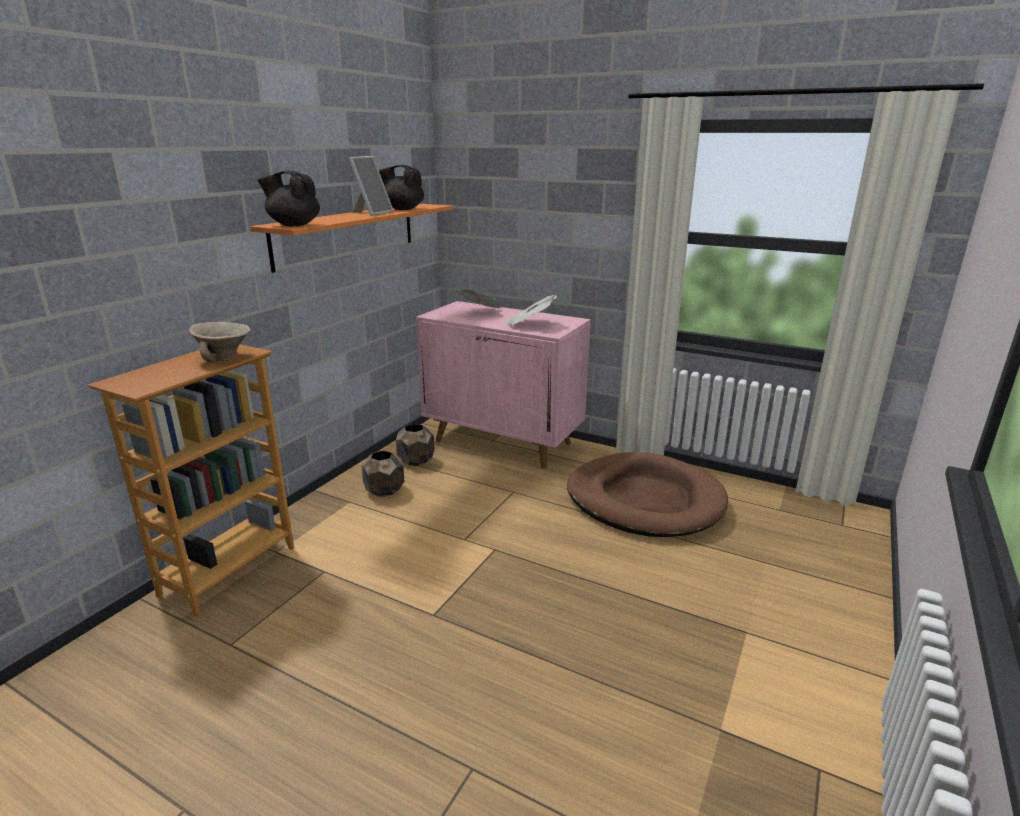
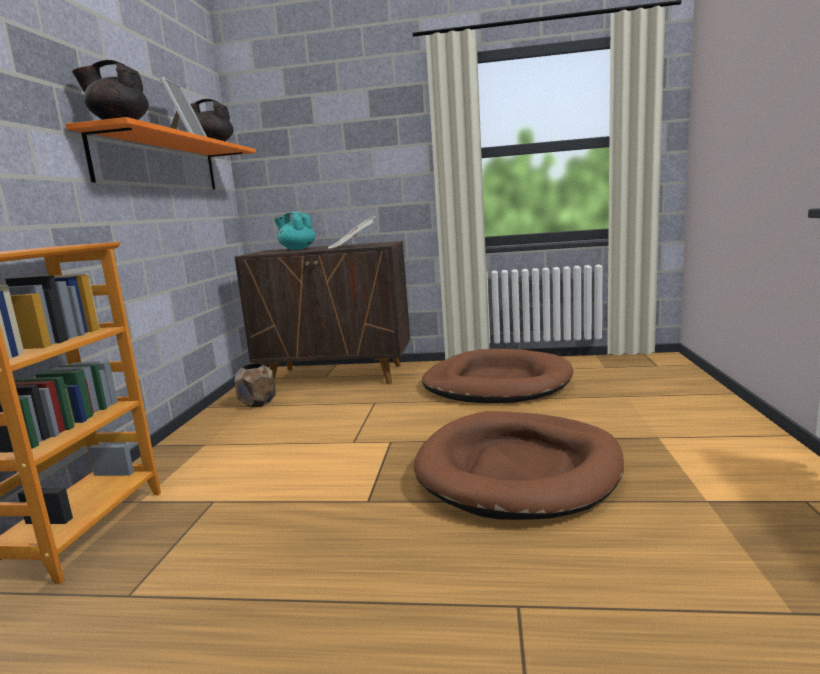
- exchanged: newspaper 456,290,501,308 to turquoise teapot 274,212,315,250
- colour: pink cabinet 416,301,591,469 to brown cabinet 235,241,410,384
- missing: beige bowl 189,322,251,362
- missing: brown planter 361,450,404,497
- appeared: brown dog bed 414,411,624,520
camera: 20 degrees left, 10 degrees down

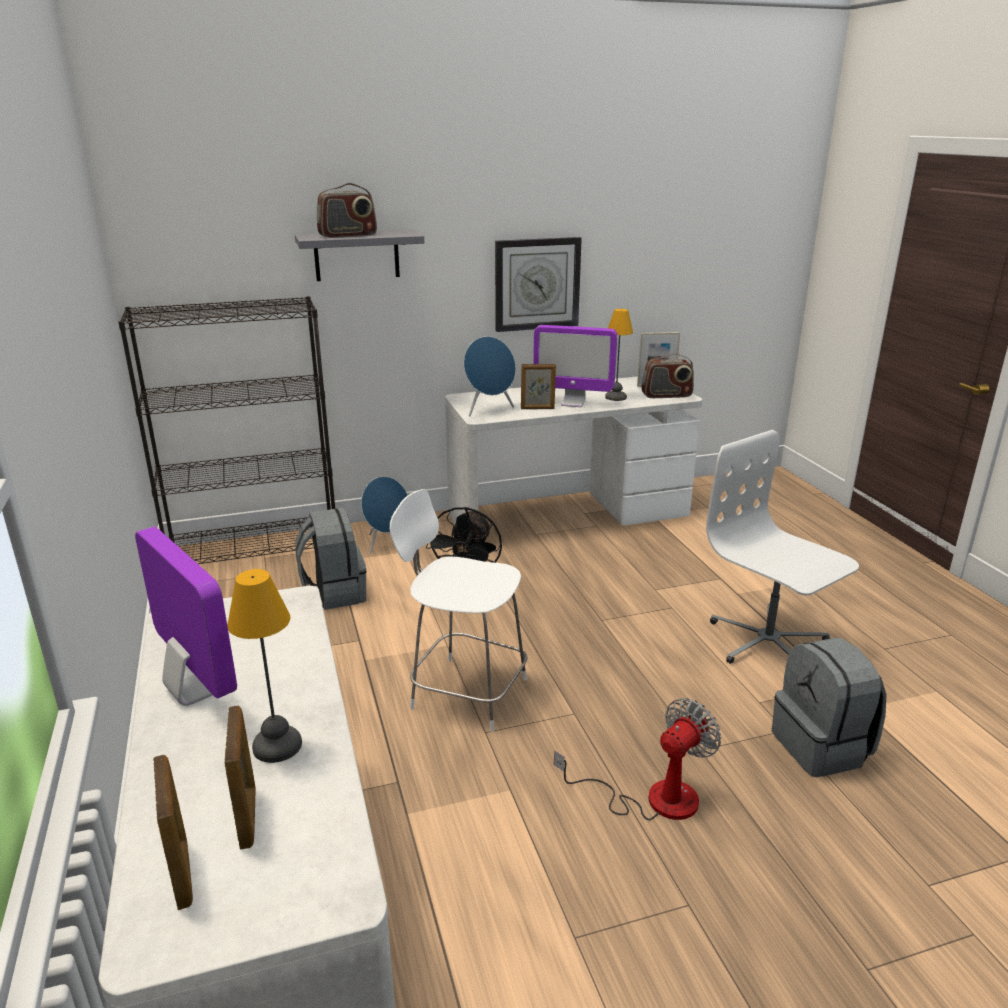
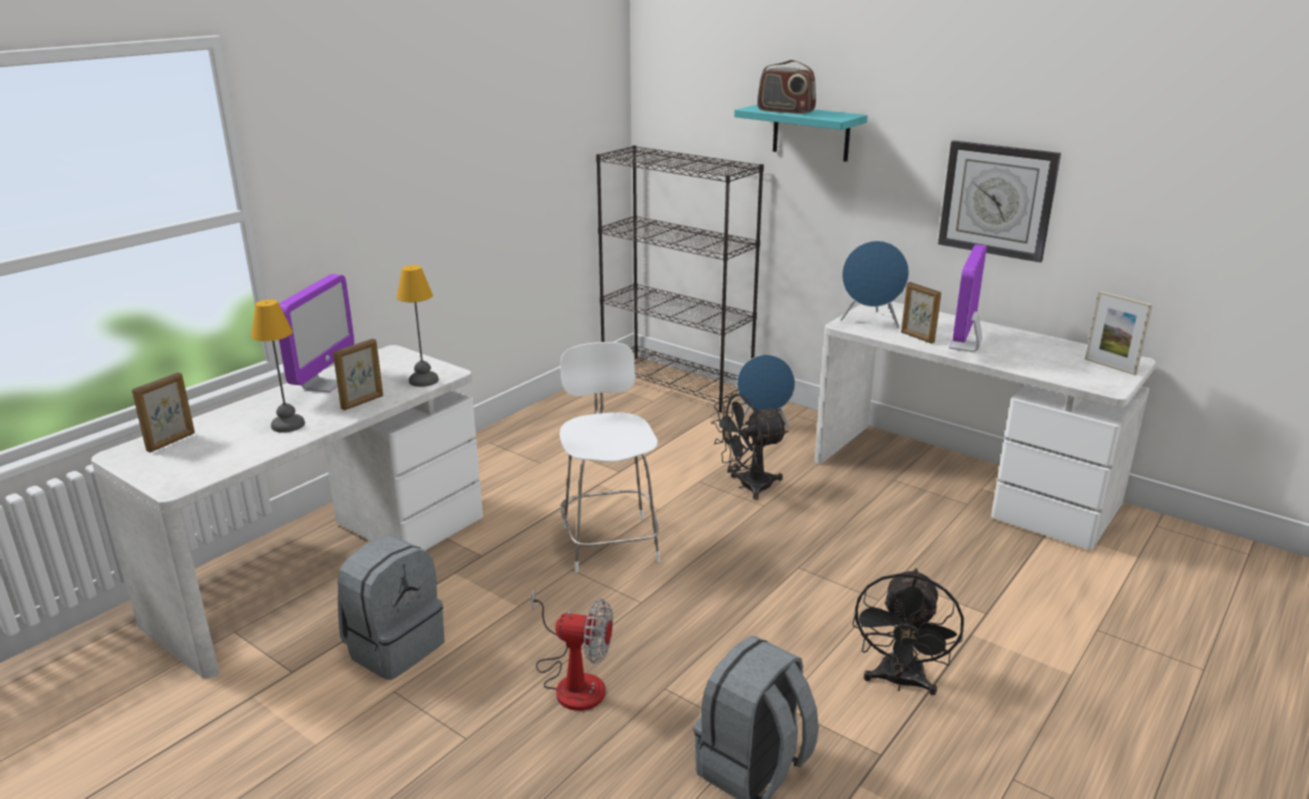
- colour: grey shelf 295,230,424,281 to turquoise shelf 734,105,868,162
- relocated: table lamp 605,309,633,401 to 397,265,439,387
- spun: monitor 533,325,617,407 = 949,244,987,352 45 degrees clockwise
- missing: radio 642,354,694,398
- exchanged: white office chair 706,430,859,664 to black fan 852,568,964,695
- relocated: grey backpack 296,508,366,610 to 337,535,445,680
- relocated: picture frame 224,706,256,850 to 333,339,383,410
camera: 55 degrees right, 0 degrees up

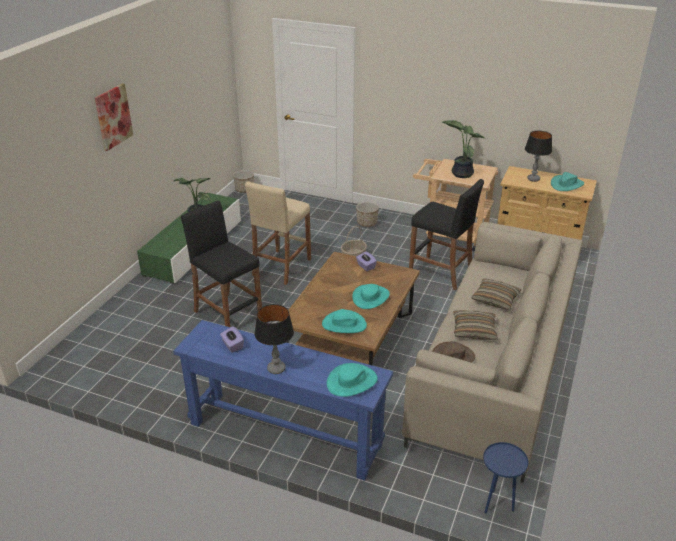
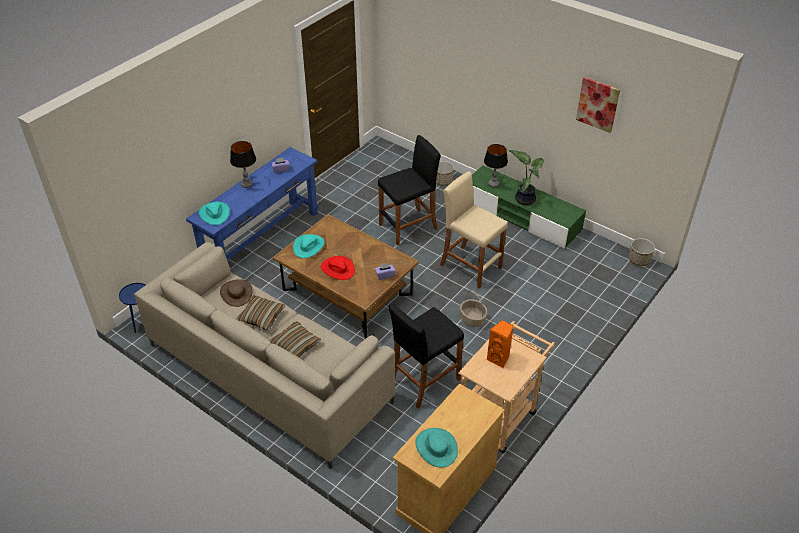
- relocated: picture 95,83,133,151 to 576,77,620,133
- exchanged: potted plant 442,120,484,178 to orange speaker 487,320,514,368
- relocated: table lamp 525,131,552,182 to 484,144,508,187
- relocated: planter 356,202,379,227 to 436,161,454,186
- colour: turquoise hat 352,284,390,309 to red hat 321,256,355,280
camera: 105 degrees right, 10 degrees up

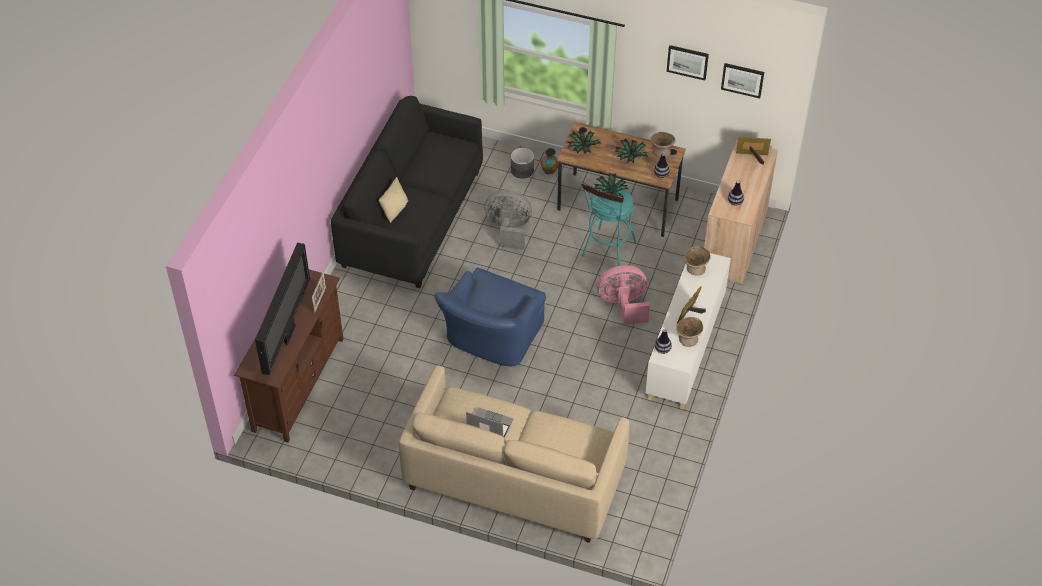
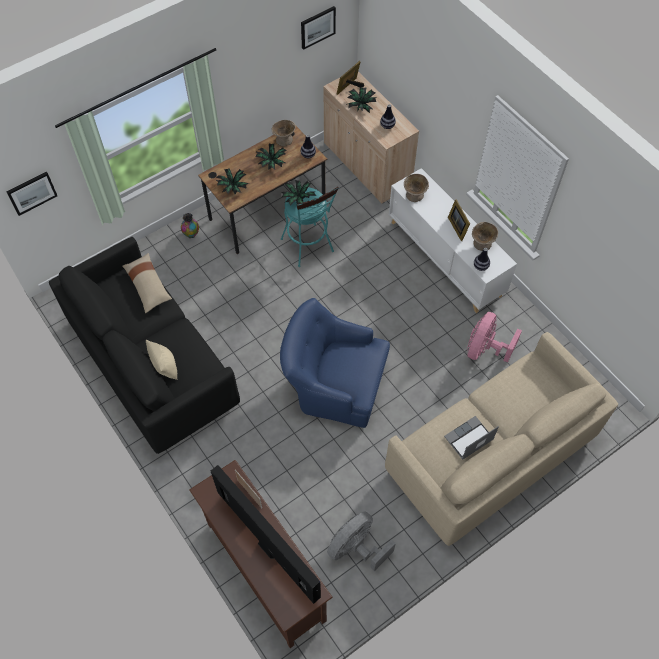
- relocated: picture 667,45,709,80 to 6,172,57,216
- missing: grey planter 511,148,534,179
- relocated: grey fan 484,190,532,250 to 327,511,396,571
- relocated: pink fan 597,265,650,325 to 468,312,522,363
- spun: blue armchair 434,268,546,367 = 280,298,390,428 135 degrees clockwise
- appeared: potted plant 346,87,377,113
- appeared: beige pillow 123,253,172,313
camera: 55 degrees left, 10 degrees up

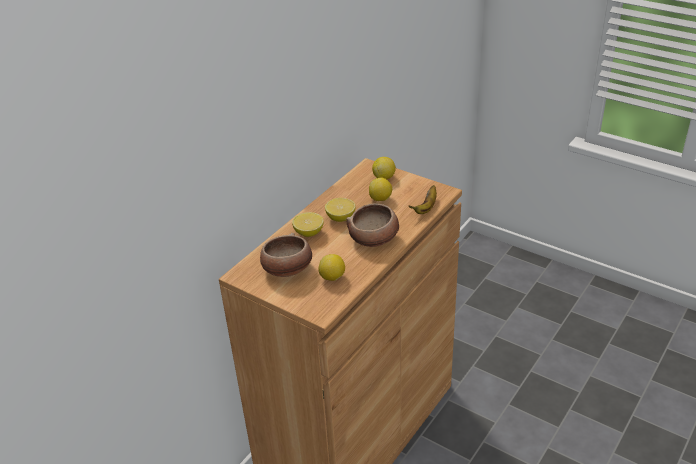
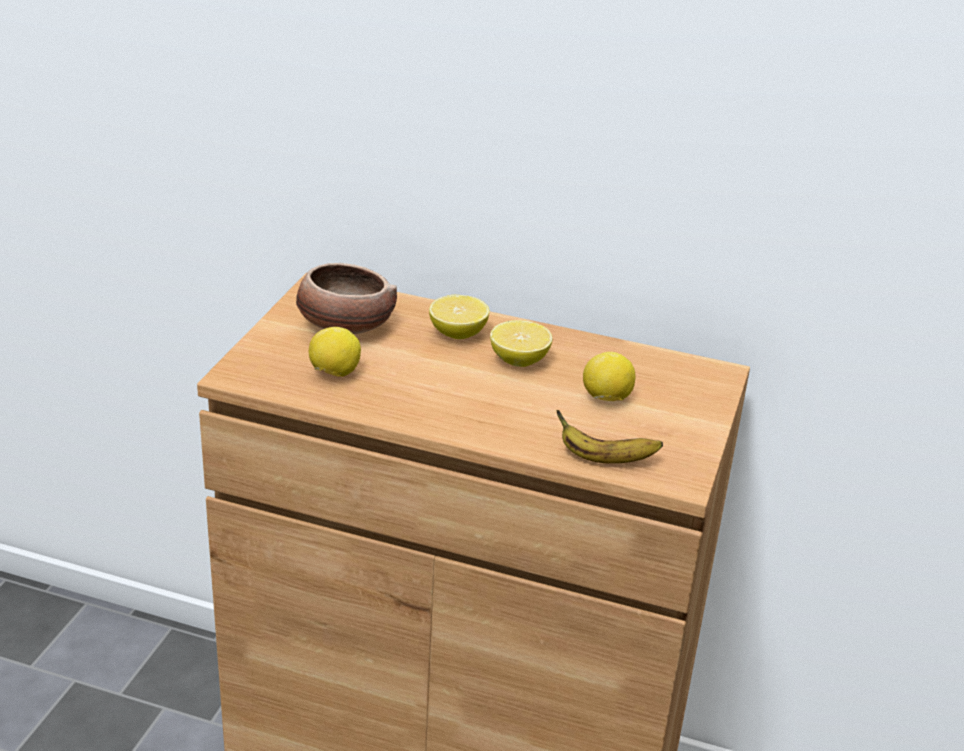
- missing: lemon 372,157,396,179
- missing: bowl 347,204,399,247
camera: 70 degrees right, 5 degrees down

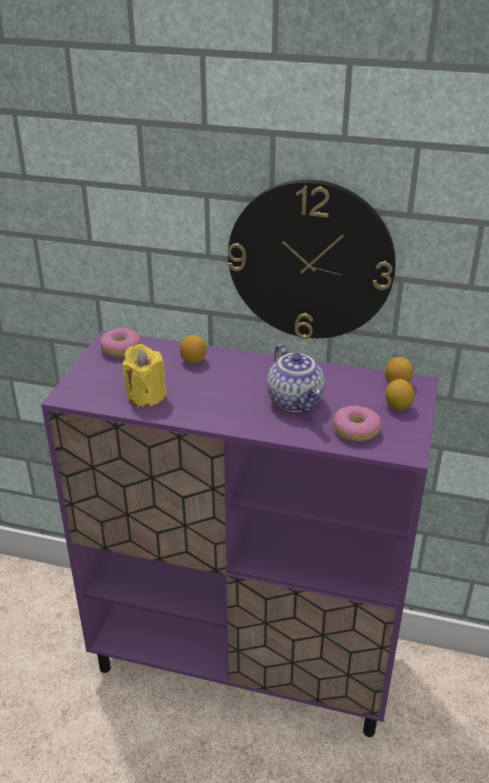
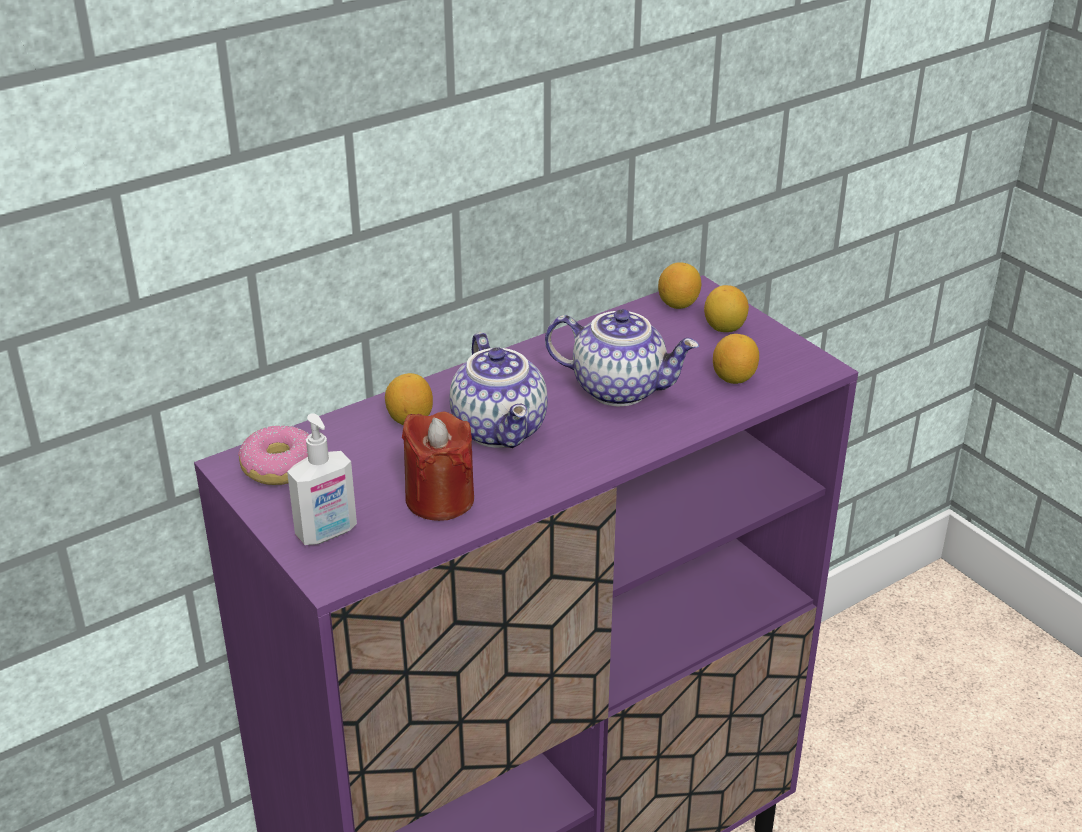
- missing: wall clock 228,180,396,339
- colour: yellow candle 122,344,167,407 to red candle 402,412,474,521
- exchanged: donut 333,405,382,441 to lemon 713,334,759,384
- appeared: teapot 449,332,548,448
- appeared: soap dispenser 287,413,357,545
camera: 50 degrees left, 0 degrees up

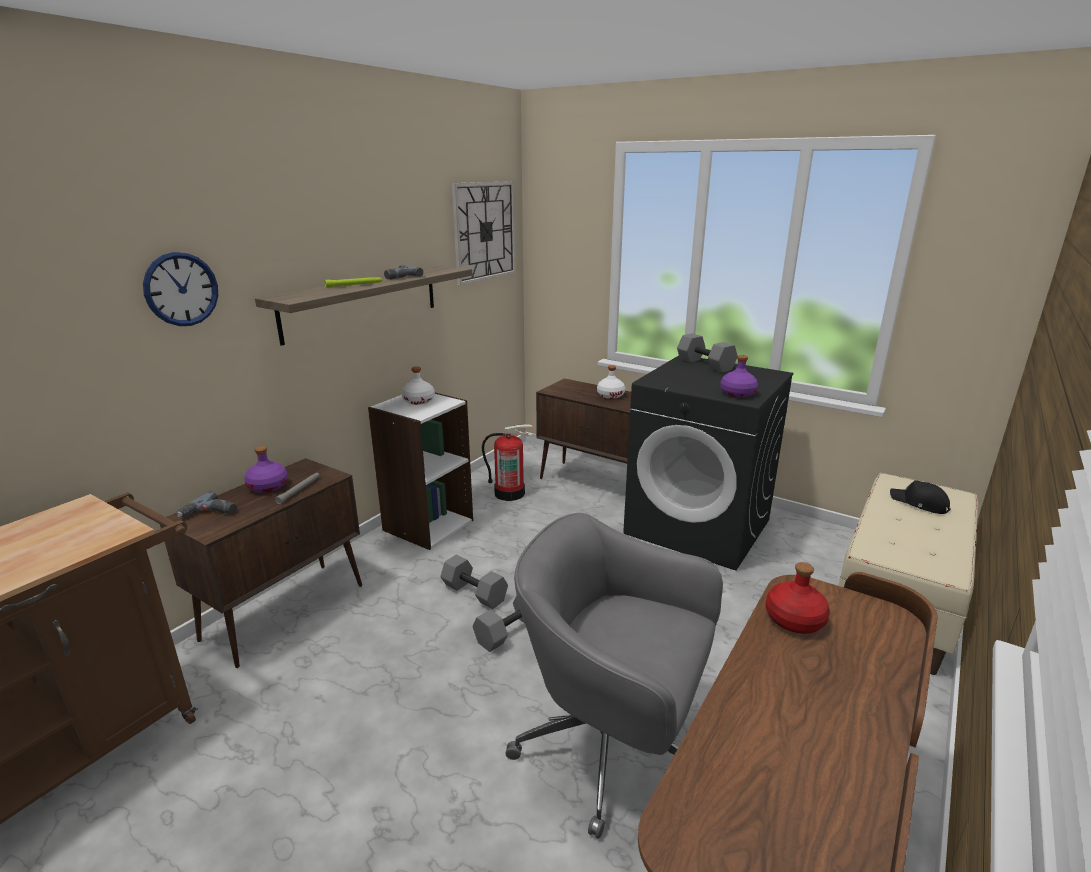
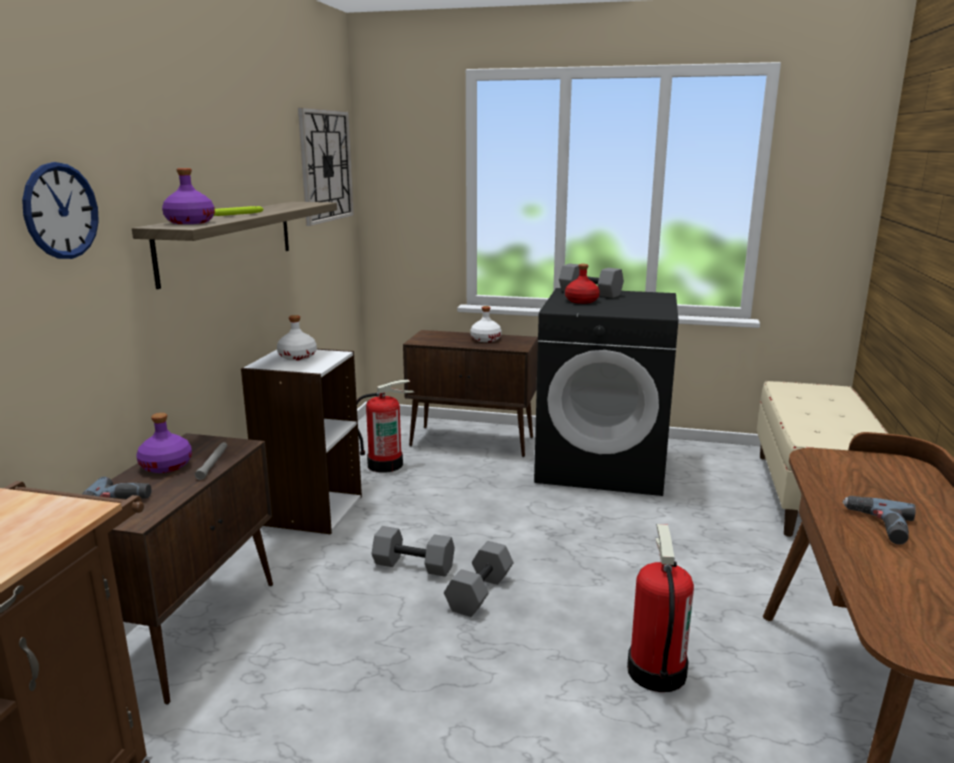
- relocated: power drill 384,265,423,279 to 843,496,916,544
- relocated: purple bottle 720,355,758,398 to 162,168,215,224
- missing: black cap 890,480,951,514
- exchanged: grey office chair 505,513,723,839 to fire extinguisher 627,524,694,692
- relocated: red bottle 765,562,830,634 to 565,264,600,304
camera: 20 degrees left, 5 degrees down

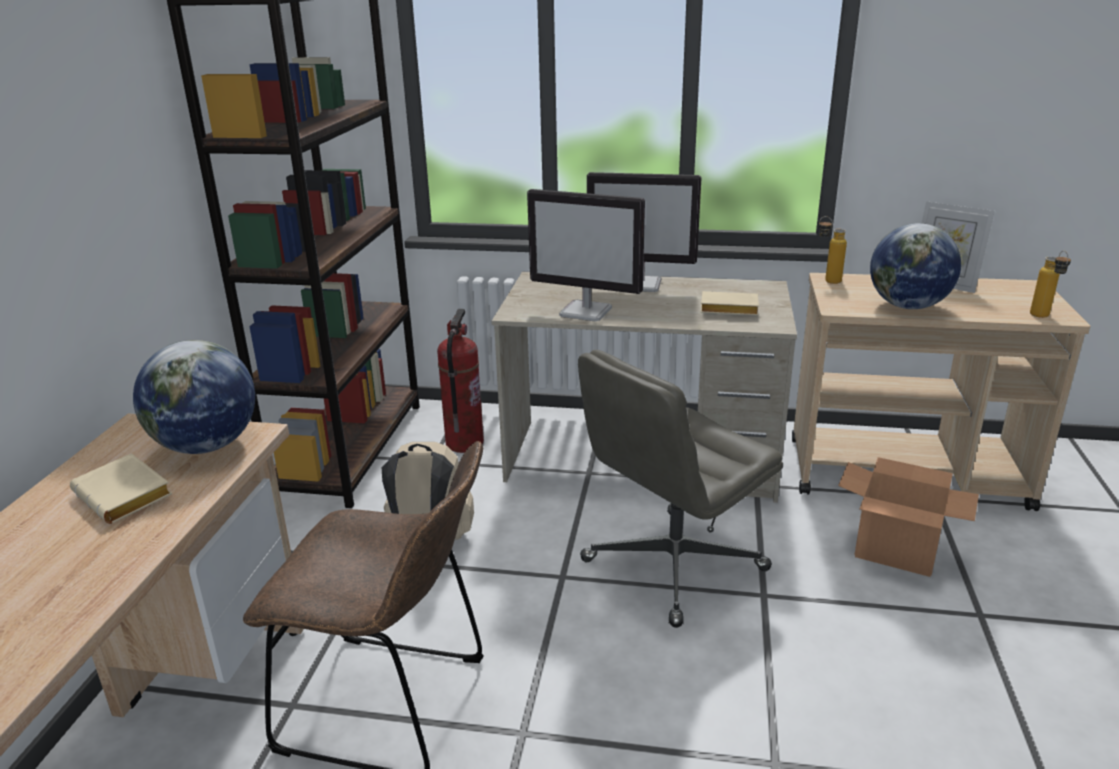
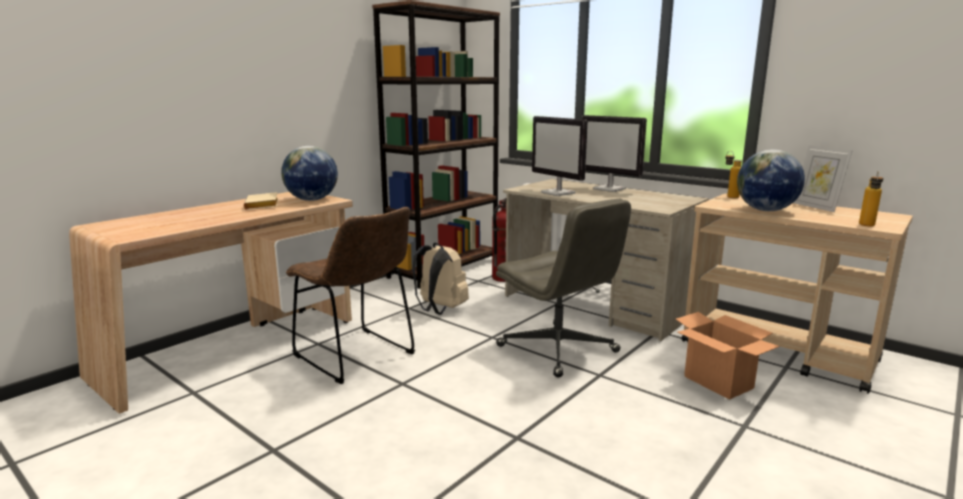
- missing: beige book 701,291,759,315
- spun: grey office chair 578,350,783,628 = 496,199,631,378 120 degrees counterclockwise
camera: 30 degrees right, 10 degrees down

